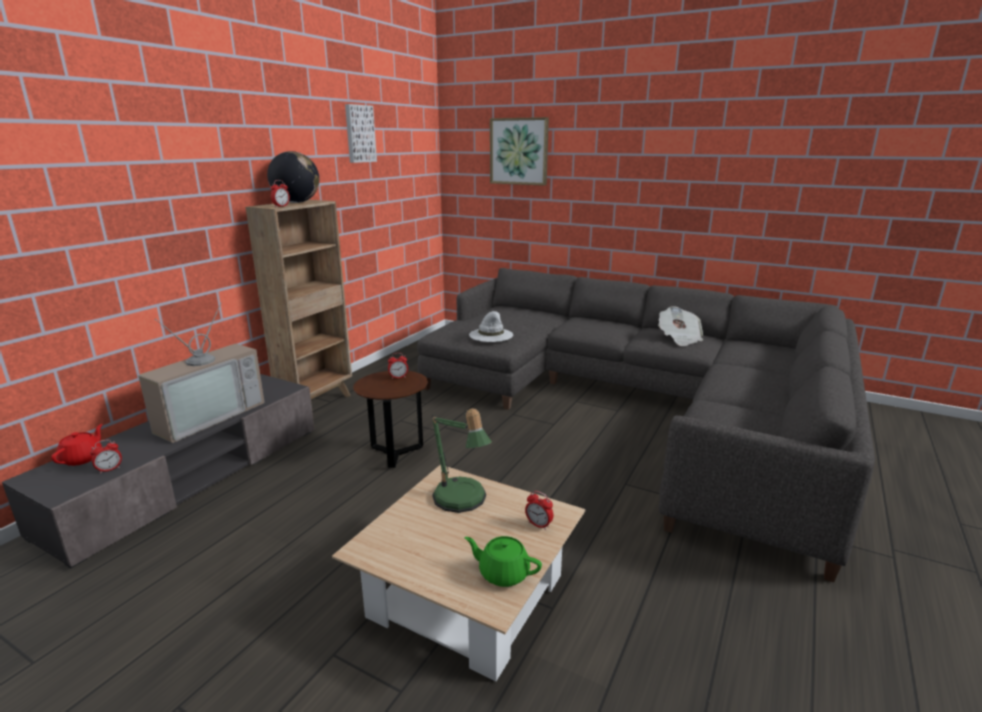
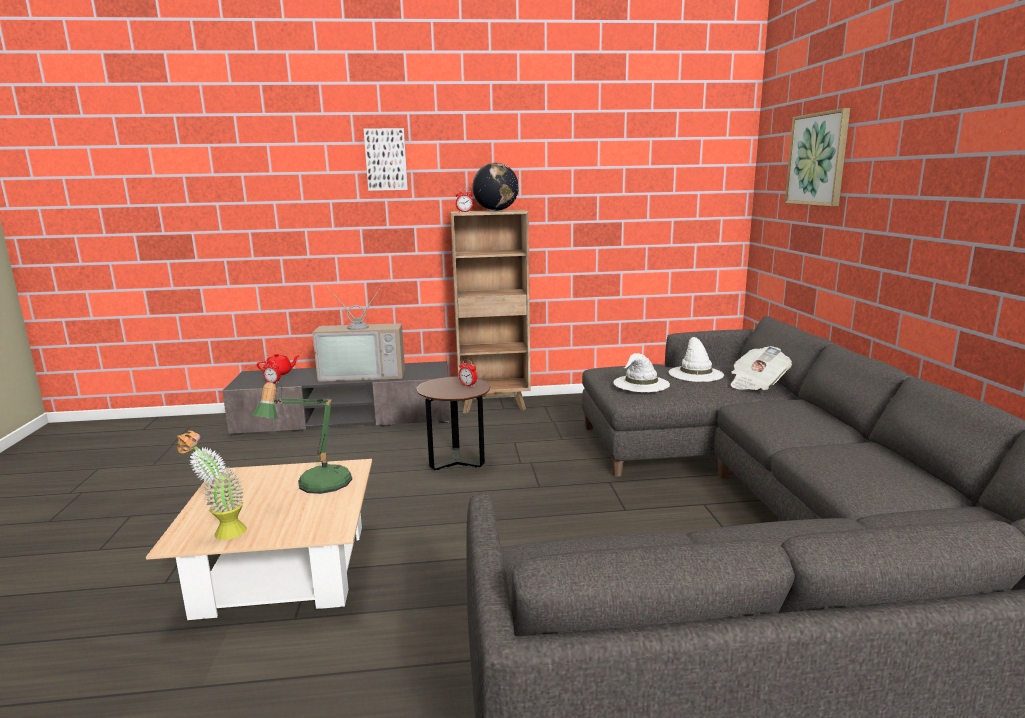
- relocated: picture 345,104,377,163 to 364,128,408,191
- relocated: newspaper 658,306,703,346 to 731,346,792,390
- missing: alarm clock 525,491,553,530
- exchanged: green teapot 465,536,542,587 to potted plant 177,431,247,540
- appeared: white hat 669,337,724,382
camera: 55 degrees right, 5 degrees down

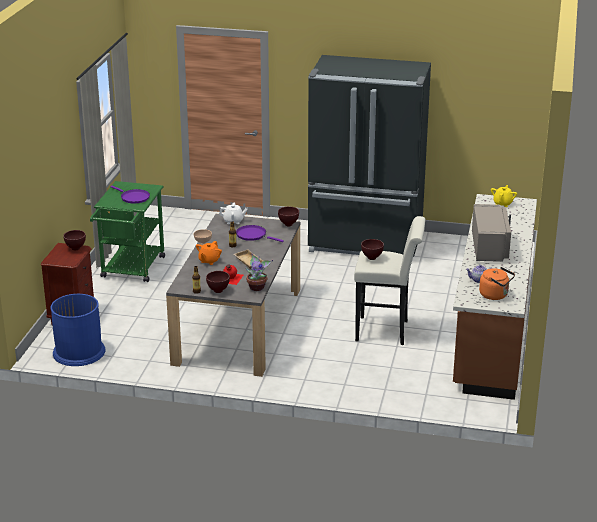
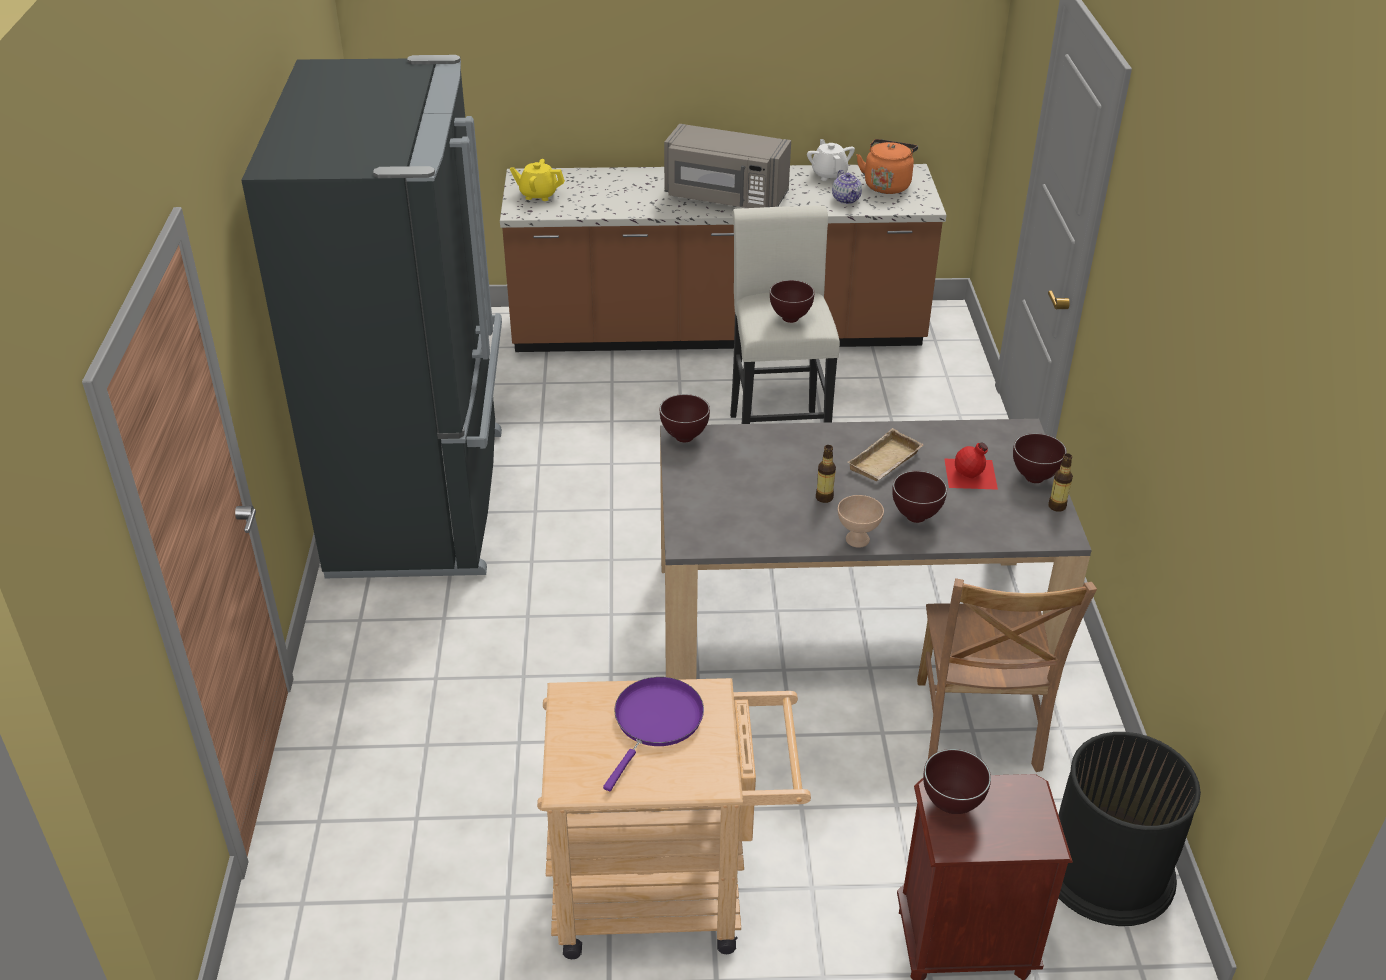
- colour: green cart 90,181,165,282 to beige cart 537,678,811,959
- relocated: white teapot 219,203,248,224 to 807,139,855,181
- spun: grey microwave 472,204,511,262 = 664,124,791,208 150 degrees counterclockwise
- missing: purple frying pan 236,225,284,242
- exchanged: orange teapot 196,241,222,265 to brown bowl 892,471,947,523
- missing: potted plant 246,253,273,291
- colour: blue trash can 50,294,105,366 to black trash can 1059,732,1201,926
- appeared: brown chair 917,578,1097,772
camera: 105 degrees left, 10 degrees up

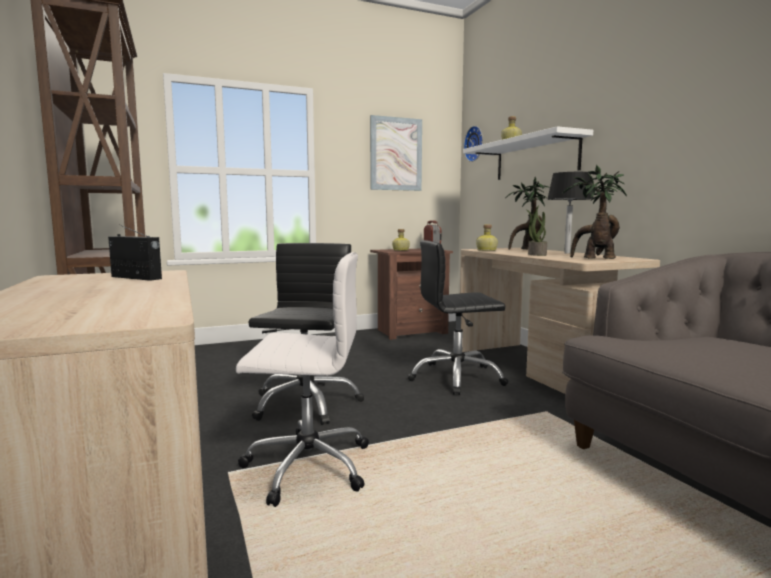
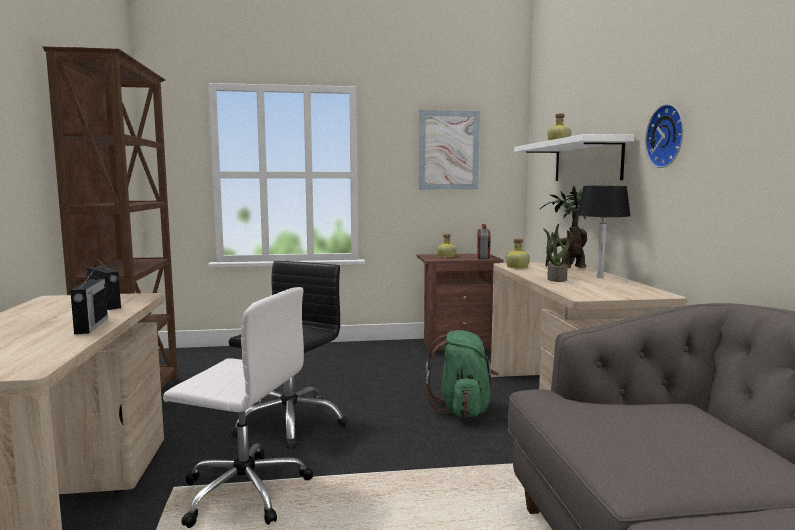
- relocated: wall clock 464,126,483,162 to 645,104,684,168
- missing: potted plant 562,165,627,259
- exchanged: black office chair 407,240,508,395 to green backpack 424,330,499,418
- appeared: radio 70,269,108,334
camera: 15 degrees right, 0 degrees up

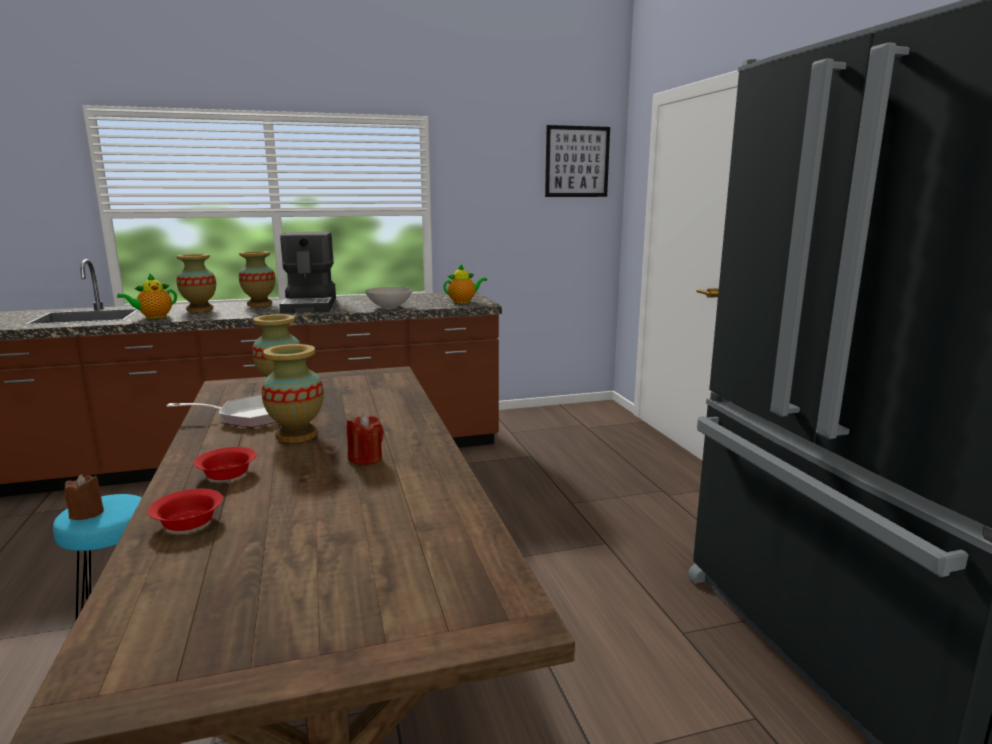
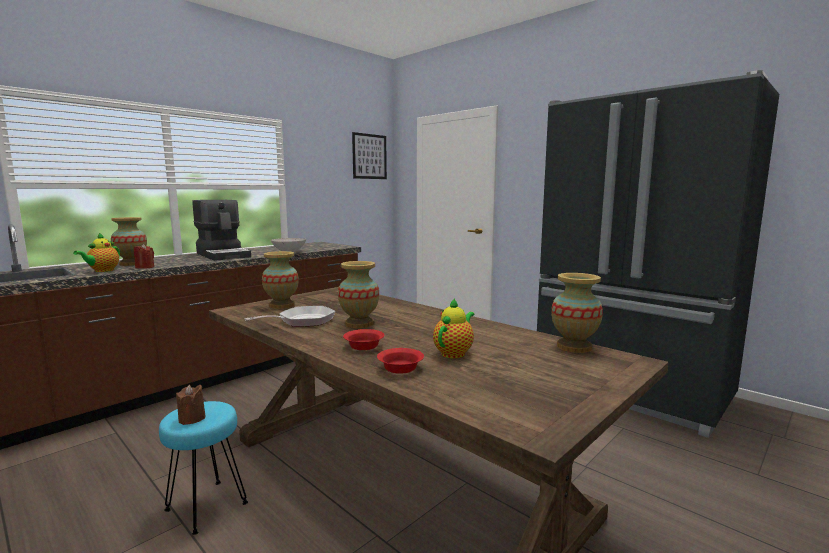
- relocated: vase 239,251,275,306 to 551,273,603,353
- relocated: teapot 443,264,487,304 to 433,298,474,359
- relocated: red candle 347,414,384,465 to 134,244,154,269
camera: 30 degrees left, 5 degrees down

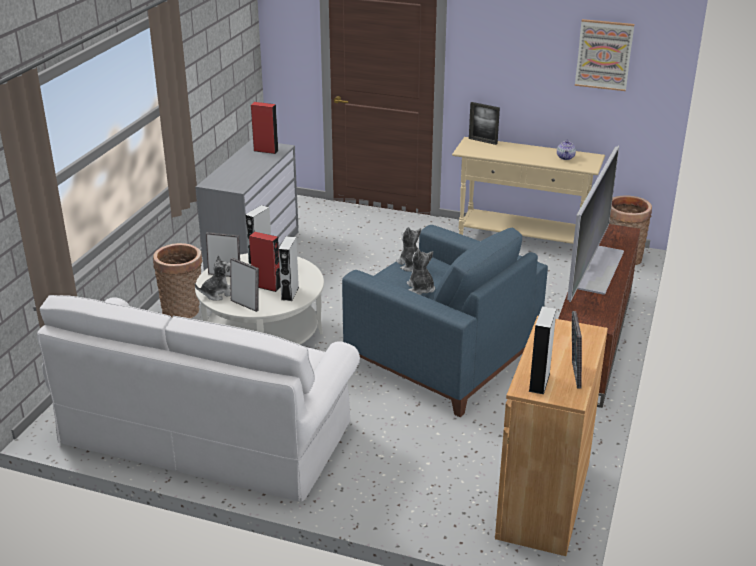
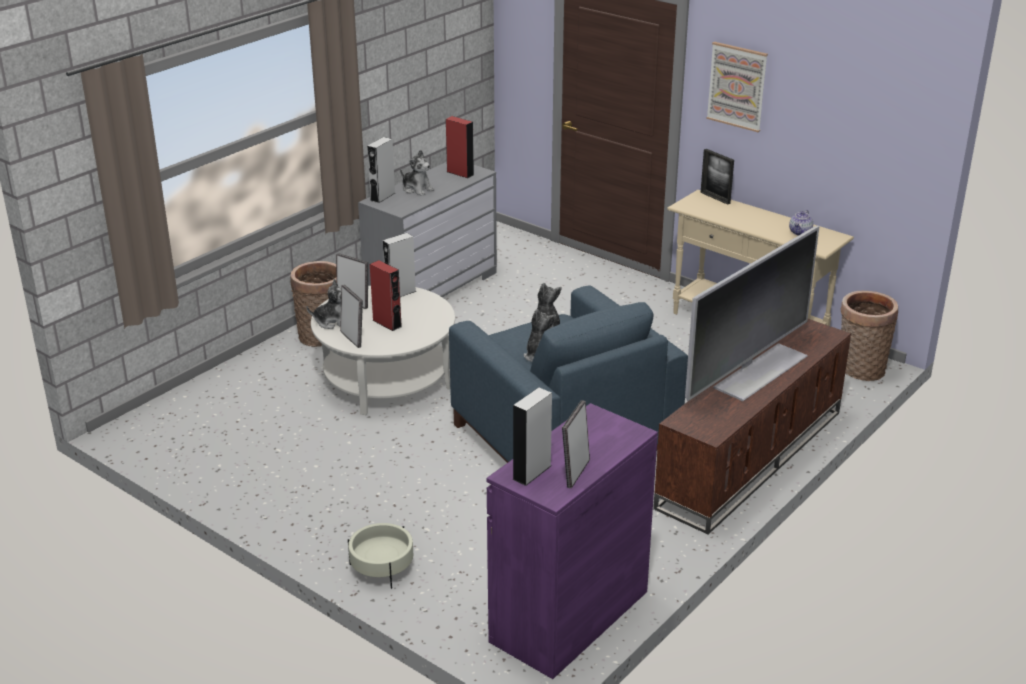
- relocated: picture 575,19,634,91 to 706,42,768,132
- relocated: grey speaker 278,236,299,301 to 367,137,395,203
- missing: white sofa 37,295,360,502
- colour: brown cabinet 495,316,608,556 to purple cabinet 486,403,658,679
- appeared: plush toy 400,150,434,196
- appeared: beige planter 348,523,413,589
camera: 20 degrees right, 0 degrees up

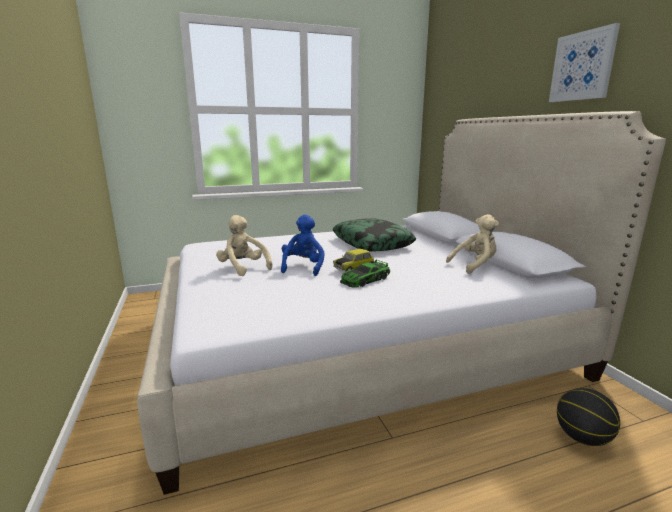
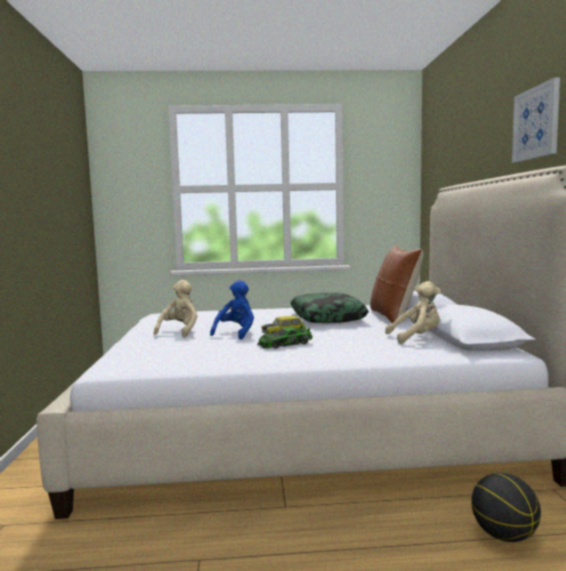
- spun: beige plush toy 216,215,272,276 = 154,280,197,338 45 degrees clockwise
- appeared: brown pillow 370,245,424,323
camera: 15 degrees right, 10 degrees down

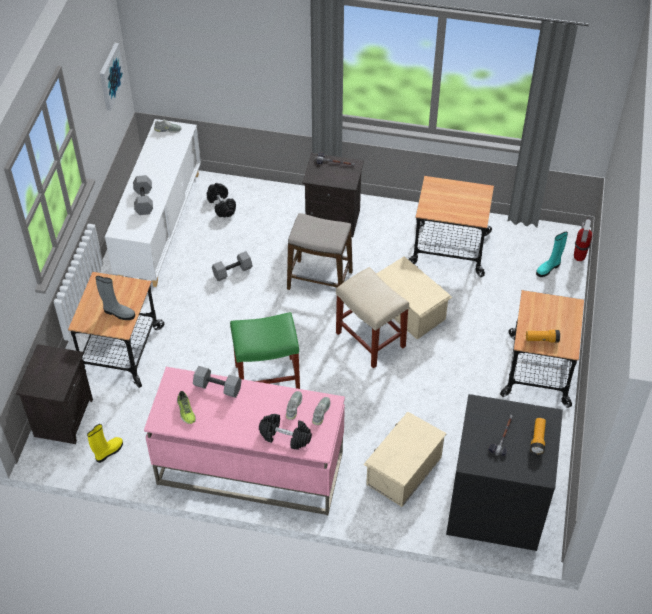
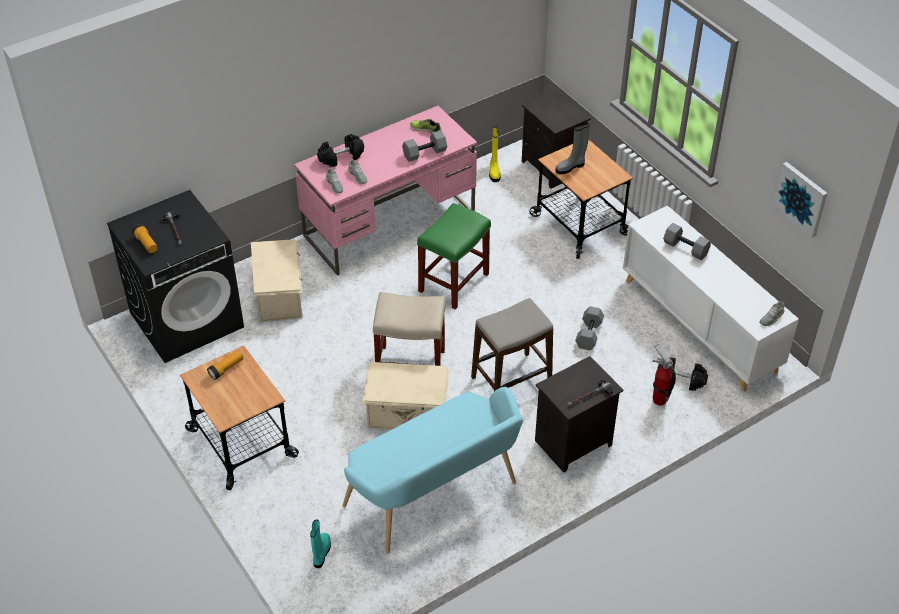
- exchanged: cart 408,176,494,277 to turquoise bench 343,387,523,554
- relocated: fire extinguisher 574,217,592,261 to 653,344,676,406
camera: 135 degrees right, 5 degrees down

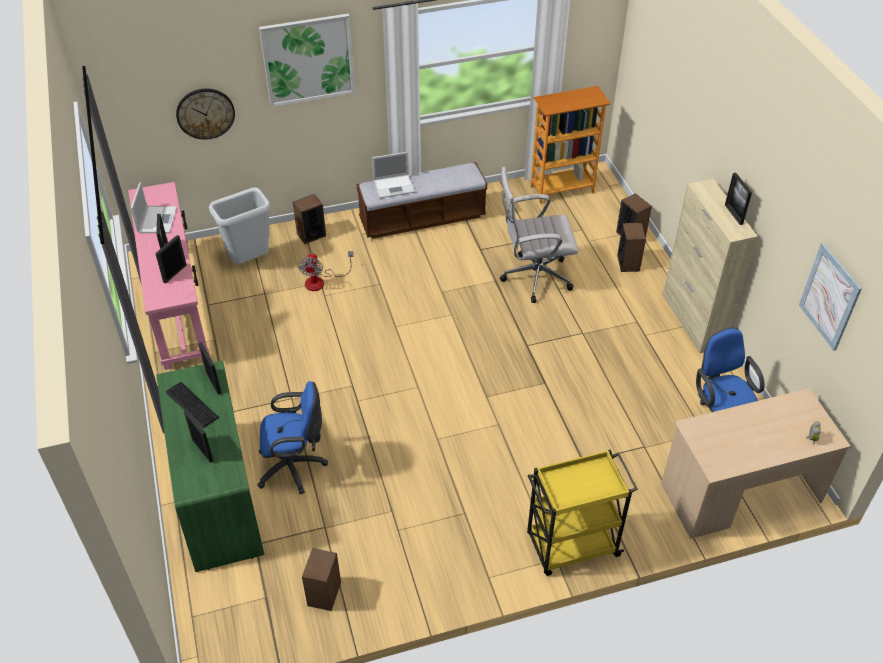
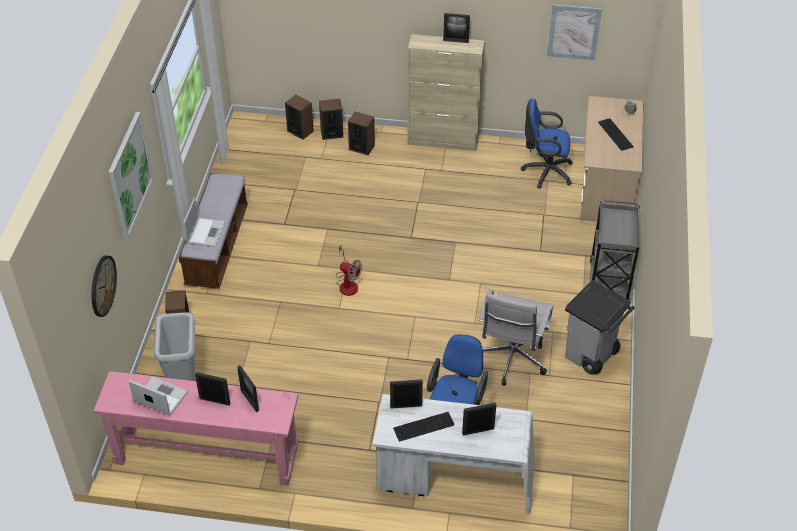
- missing: bookcase 530,86,611,204
- relocated: white office chair 500,166,578,303 to 478,289,554,385
- relocated: fan 298,251,353,291 to 336,245,362,296
- colour: green desk 156,360,265,572 to white desk 373,394,535,515
- colour: yellow cart 527,449,638,576 to grey cart 590,199,640,300
- relocated: speaker 302,548,341,611 to 285,95,314,140
- appeared: keyboard 598,118,634,151
- appeared: grey trash can 565,280,635,375
camera: 65 degrees left, 0 degrees up

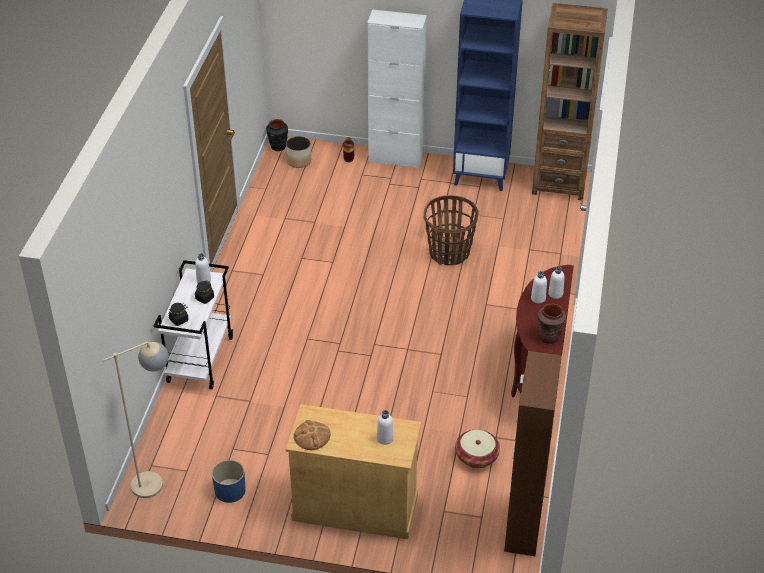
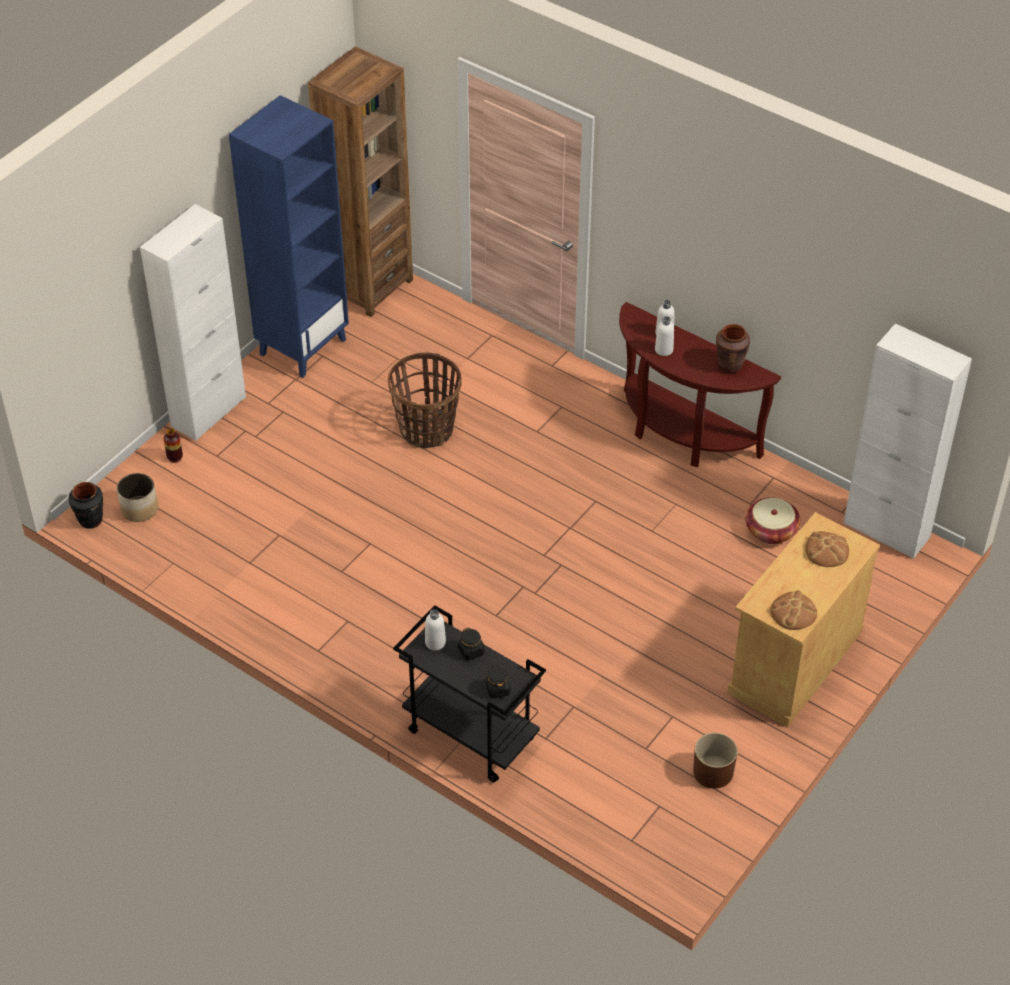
- colour: white cart 154,260,233,389 to black cart 393,605,546,782
- missing: beige floor lamp 103,341,168,498
- colour: brown cabinet 504,351,562,556 to white cabinet 843,323,972,559
- exchanged: white bottle 377,410,394,445 to bread 805,531,849,567
- colour: blue planter 212,460,246,503 to brown planter 693,733,737,788
camera: 65 degrees left, 5 degrees up

